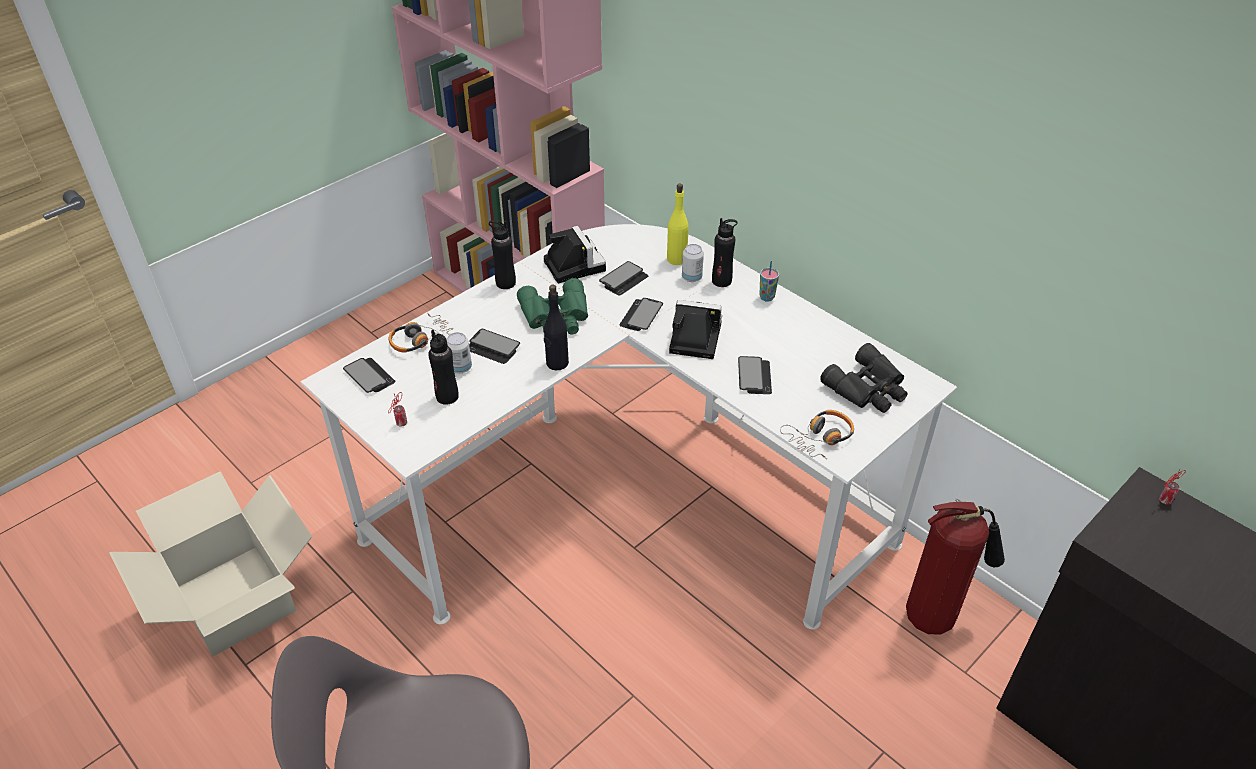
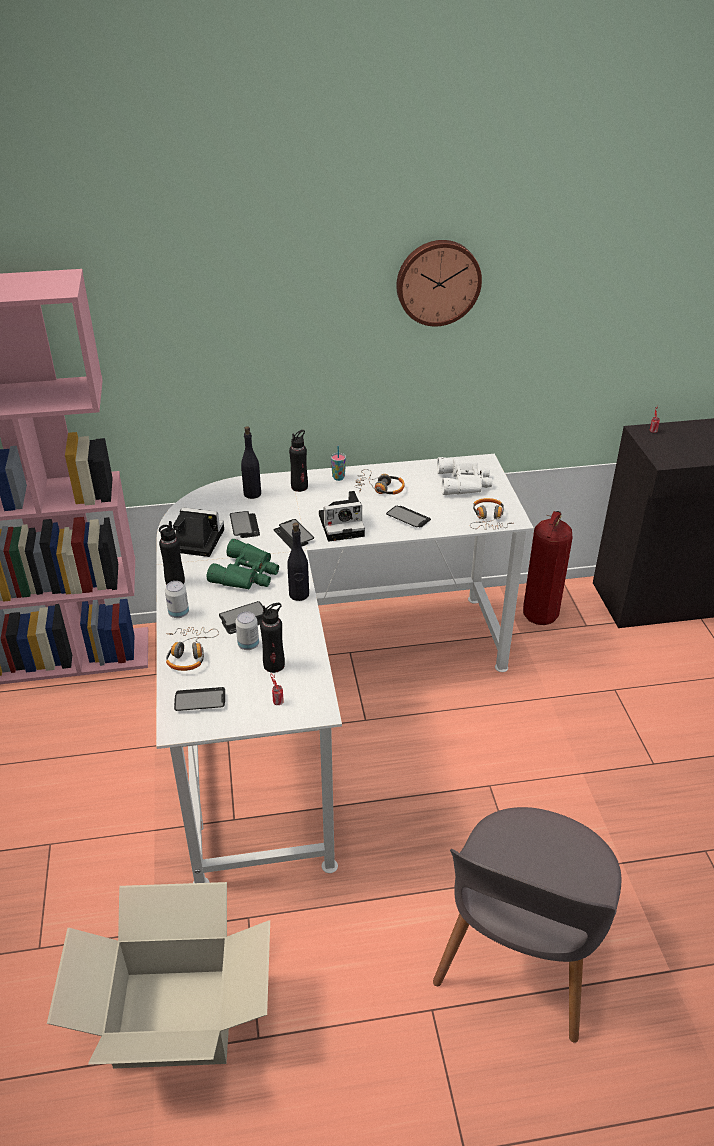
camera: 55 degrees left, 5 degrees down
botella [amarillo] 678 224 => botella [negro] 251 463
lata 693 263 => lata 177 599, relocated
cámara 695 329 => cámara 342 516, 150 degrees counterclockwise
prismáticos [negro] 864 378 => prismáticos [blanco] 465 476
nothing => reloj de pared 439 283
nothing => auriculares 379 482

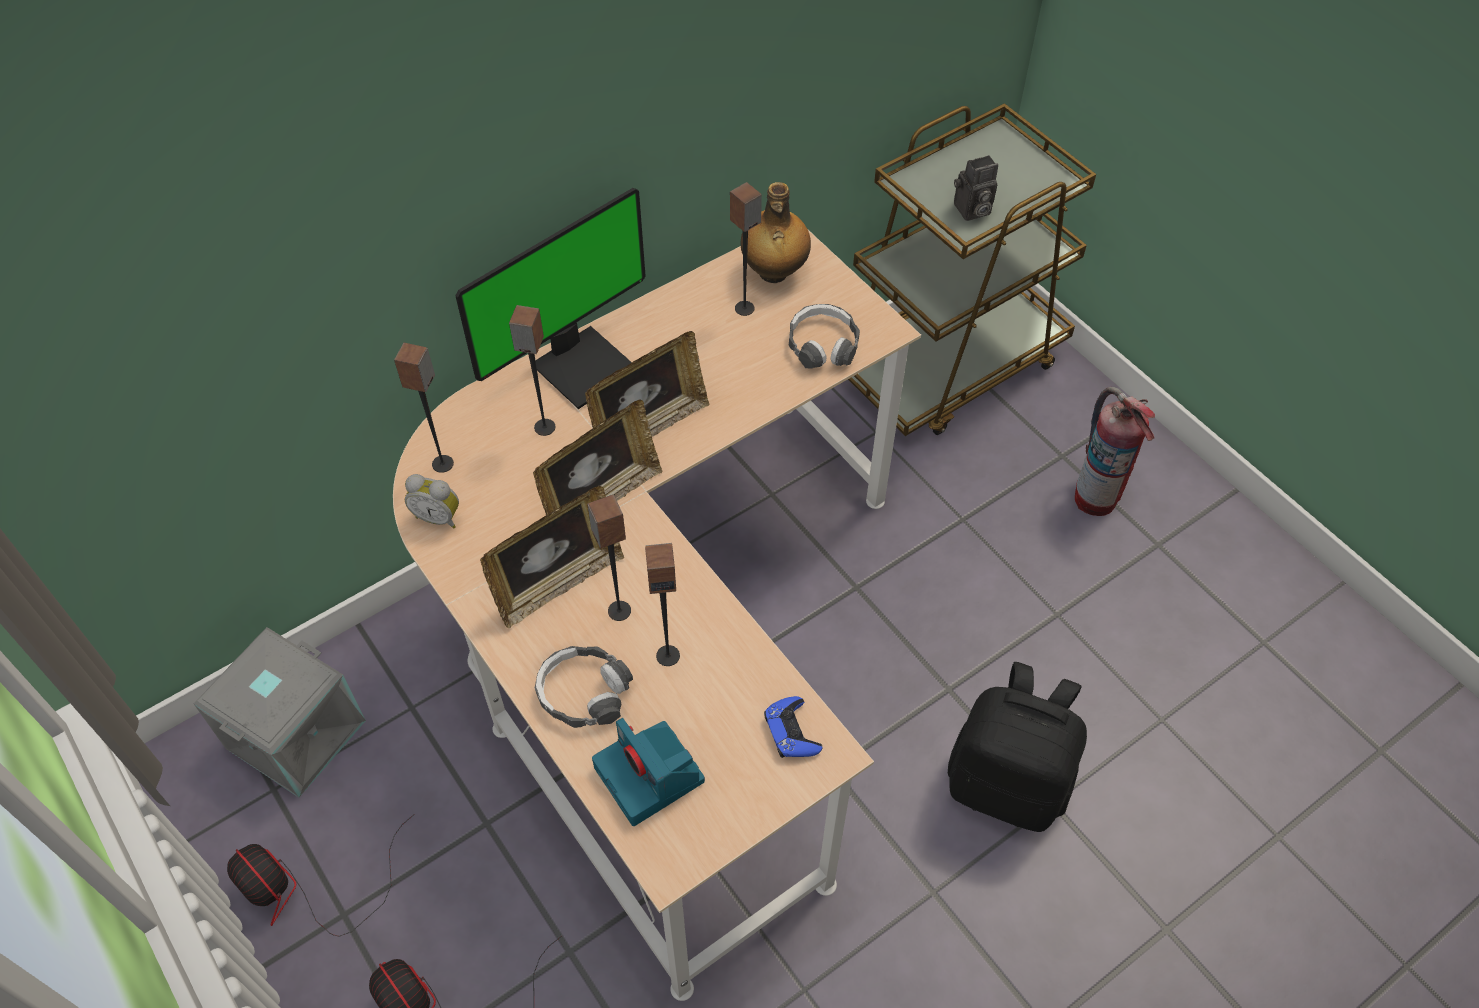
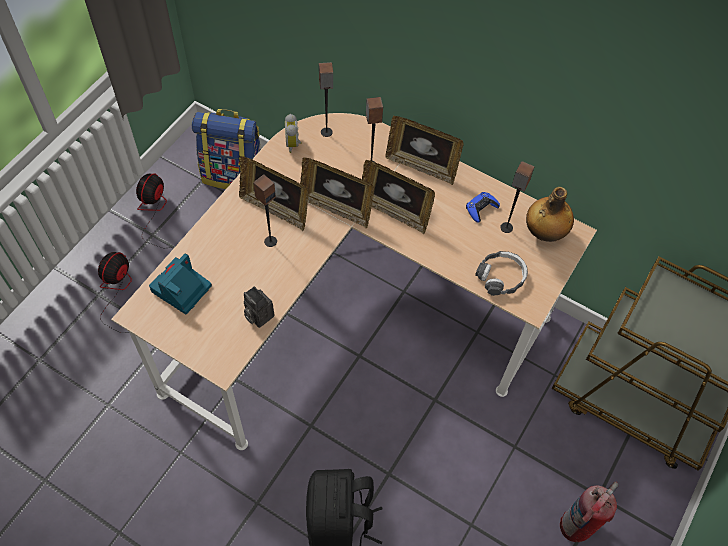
camera: 65 degrees right, 5 degrees up
cámara 976 188 => cámara 259 307, relocated
monitor 550 298 => portarretratos 424 150
altavoz 662 604 => nothing
caja de almacenaje [gris] 280 712 => mochila 226 149
auriculares 584 687 => nothing
mando de consola [azul] 793 727 => mando de consola [azul] 483 207, relocated

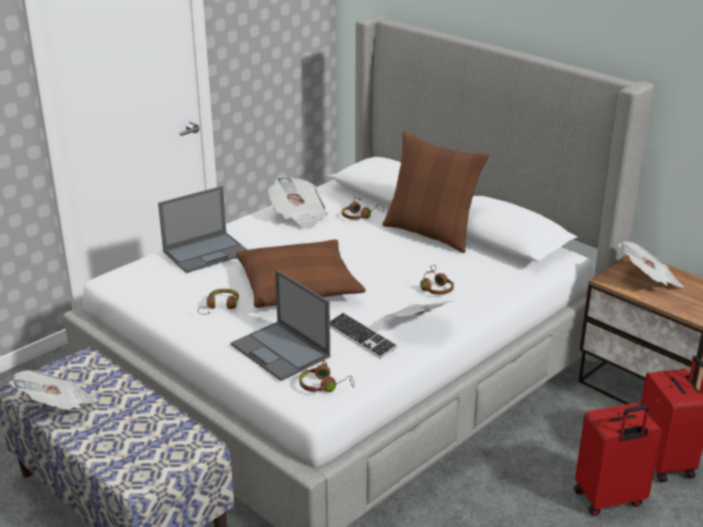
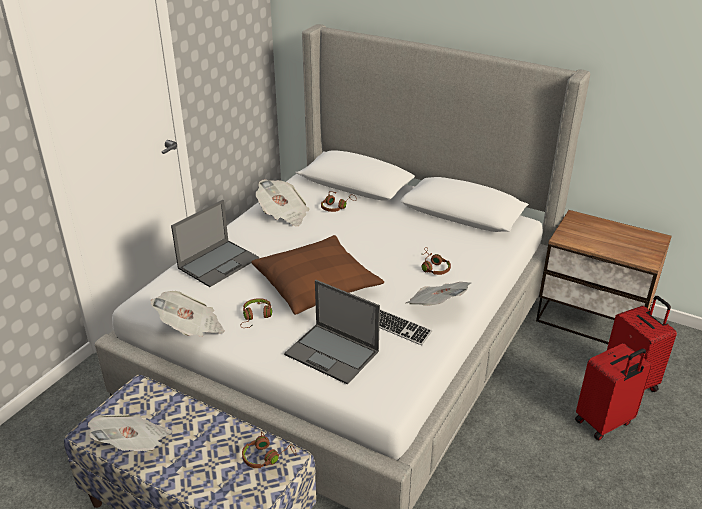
camera: 15 degrees left, 5 degrees up
cojín [marrón] 435 192 => nothing
periódico 651 264 => periódico 187 314, relocated
auriculares [marrón] 326 375 => auriculares [marrón] 269 450, relocated

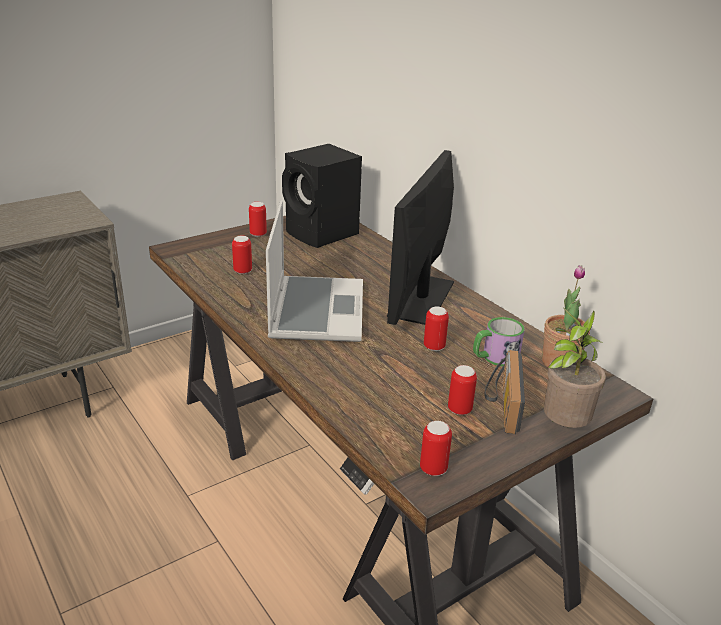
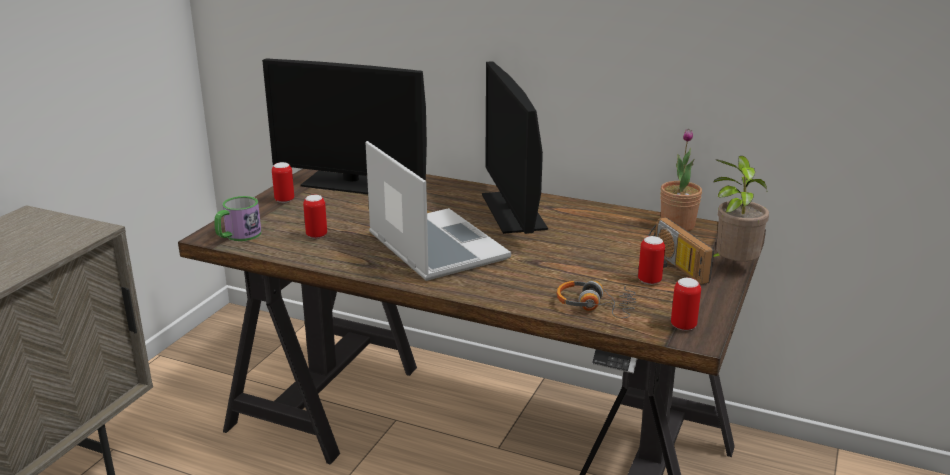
camera: 30 degrees left, 5 degrees down
altavoz [negro] 322 196 => monitor 344 126
lata 436 329 => nothing
taza grande 499 341 => taza grande 238 218, relocated
nothing => auriculares 596 299

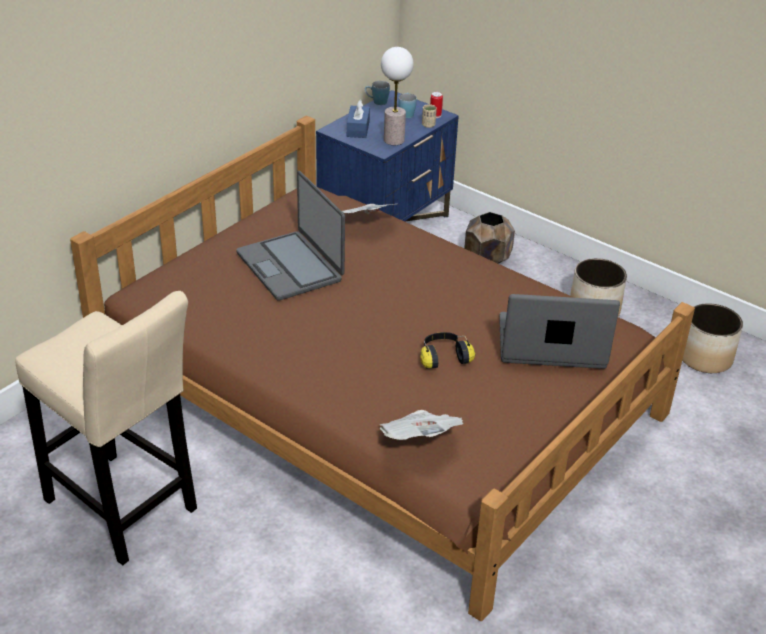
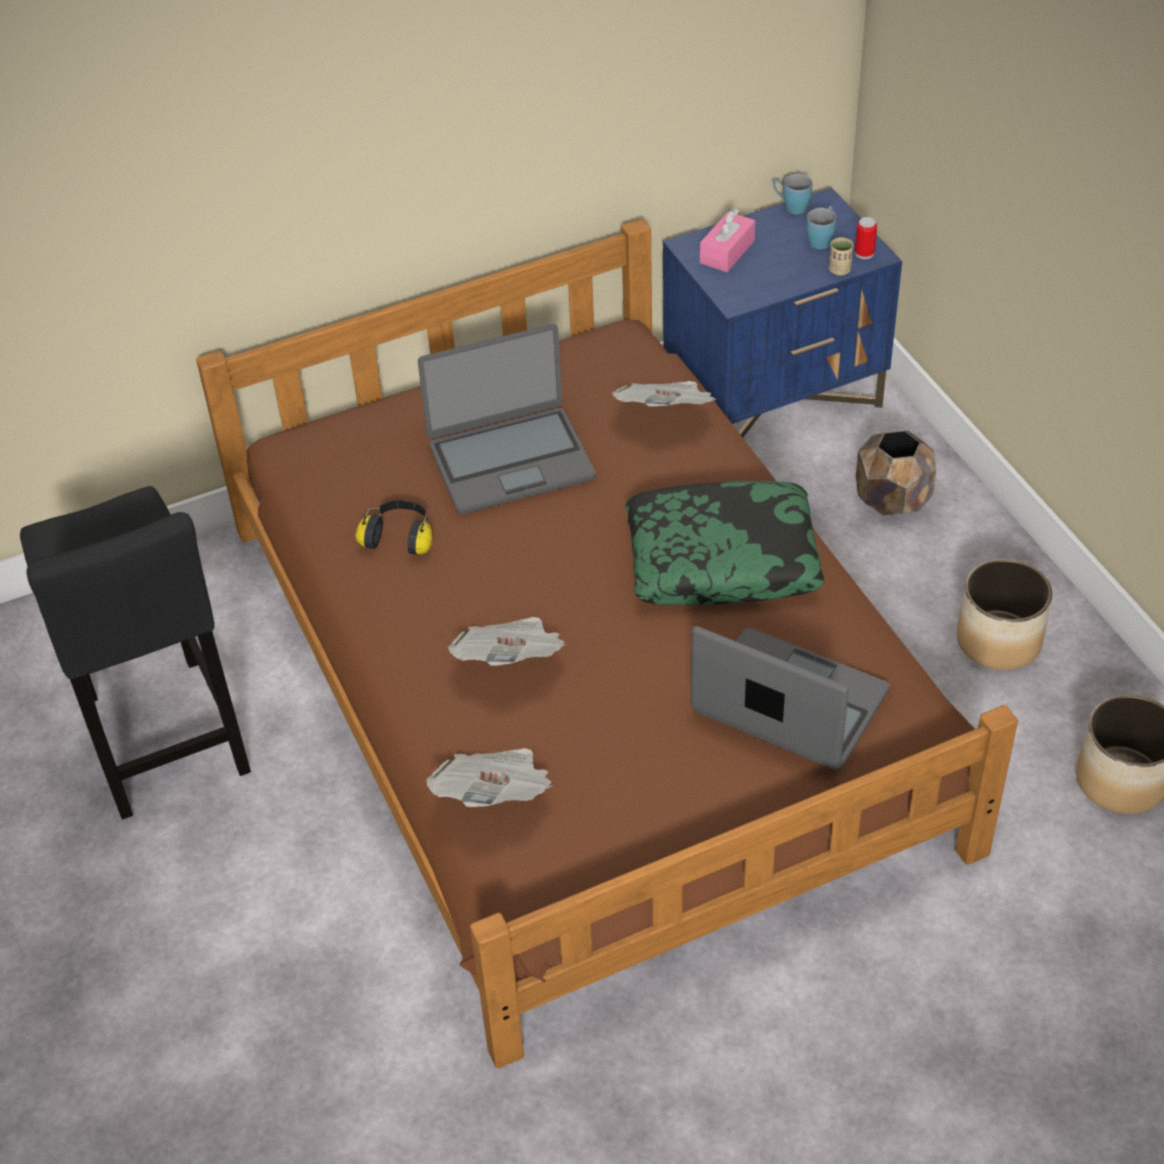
camera: 30 degrees right, 10 degrees up
lámpara de mesa 397 96 => nothing
caja de pañuelos [azul] 358 119 => caja de pañuelos [rosa] 727 240
portátil 290 236 => portátil 507 419, 105 degrees counterclockwise
taburete [beis] 106 428 => taburete [negro] 135 652
auriculares 447 350 => auriculares 394 527, relocated
nothing => cojín 724 543
nothing => periódico 507 641

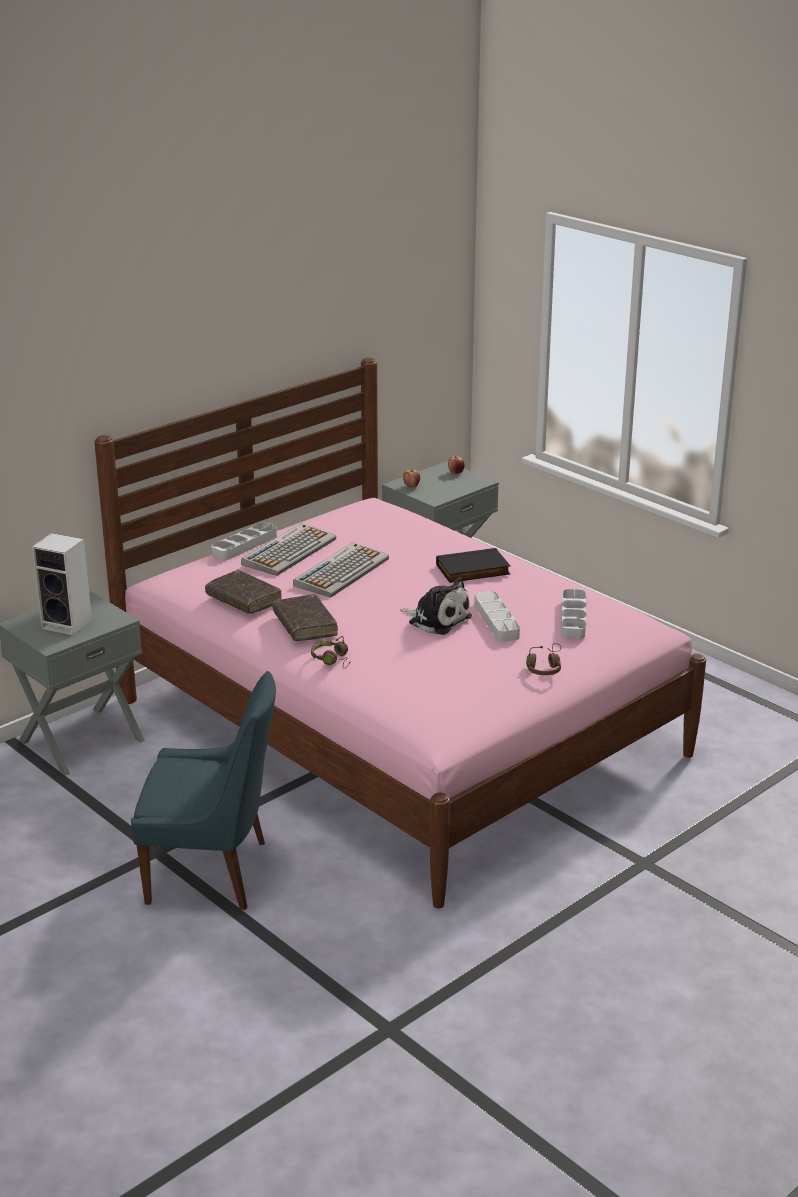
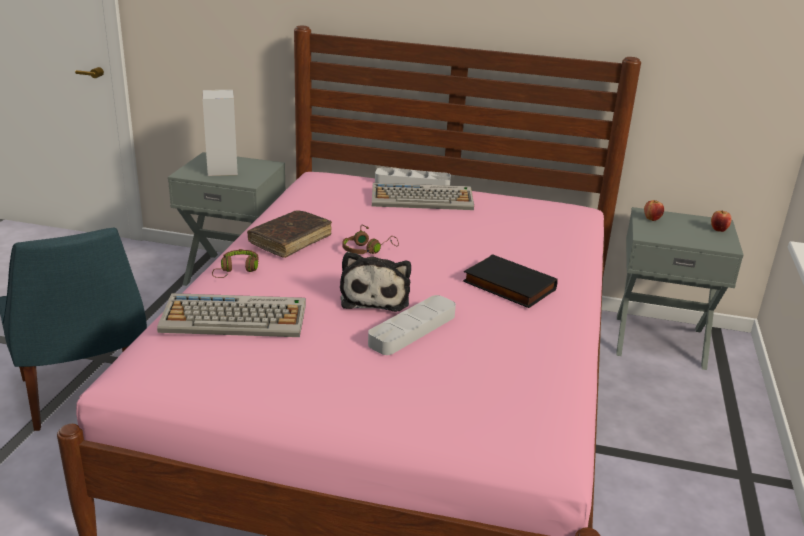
camera: 55 degrees right, 0 degrees up
teclado 341 570 => teclado 231 315, relocated
libro [marrón] 243 592 => nothing
bandeja [gris] 573 614 => nothing
auriculares [marrón] 543 659 => auriculares [marrón] 370 239, relocated

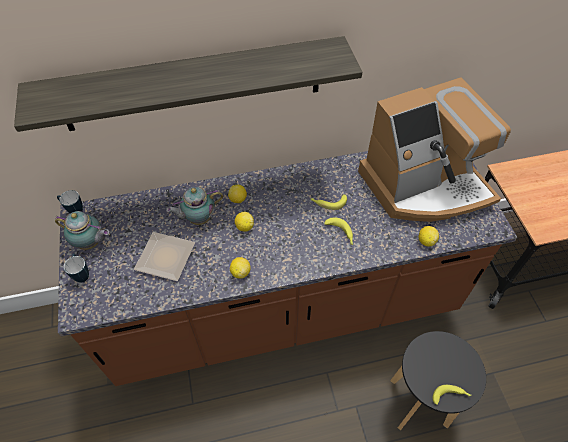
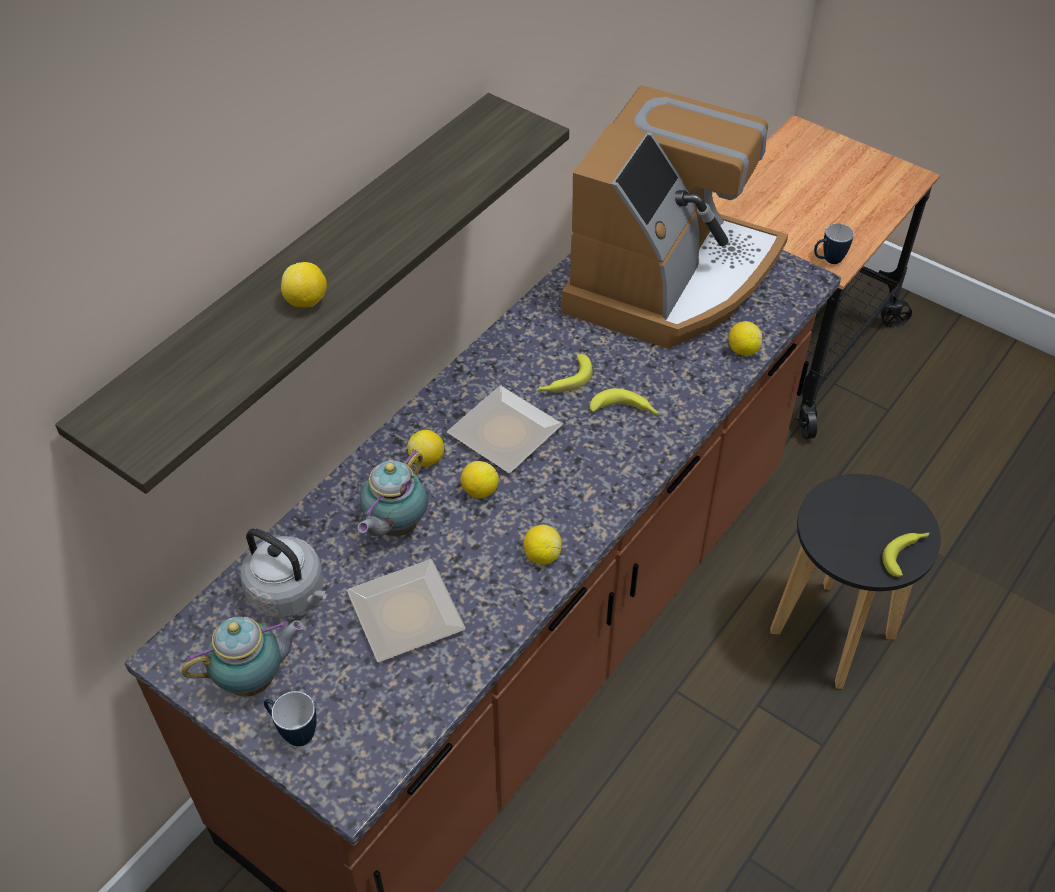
camera: 40 degrees left, 5 degrees down
taza grande 70 201 => taza grande 834 243, relocated
nothing => limón 304 285
nothing => plato 504 429
nothing => hervidor [gris] 284 573

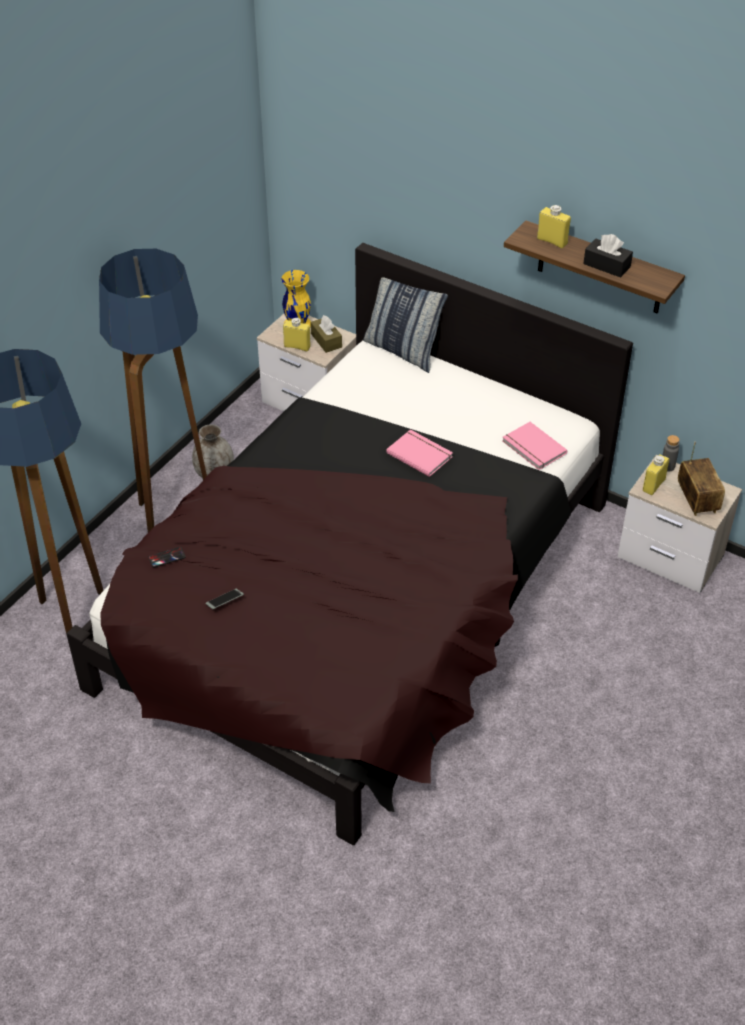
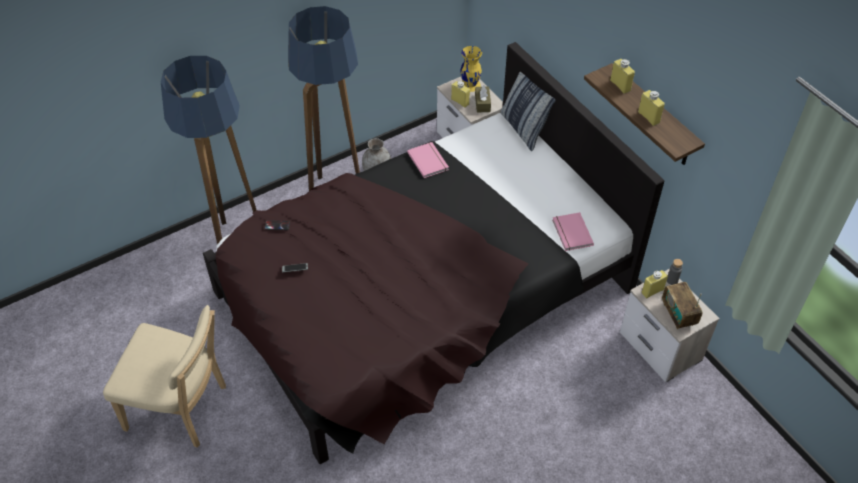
camera: 25 degrees right, 5 degrees up
caja de pañuelos [negro] 608 256 => botella [amarillo] 651 108
libro [rosa] 419 453 => libro [rosa] 428 160, relocated
radio 701 479 => radio 682 305, 150 degrees clockwise
nothing => silla [beis] 164 376

